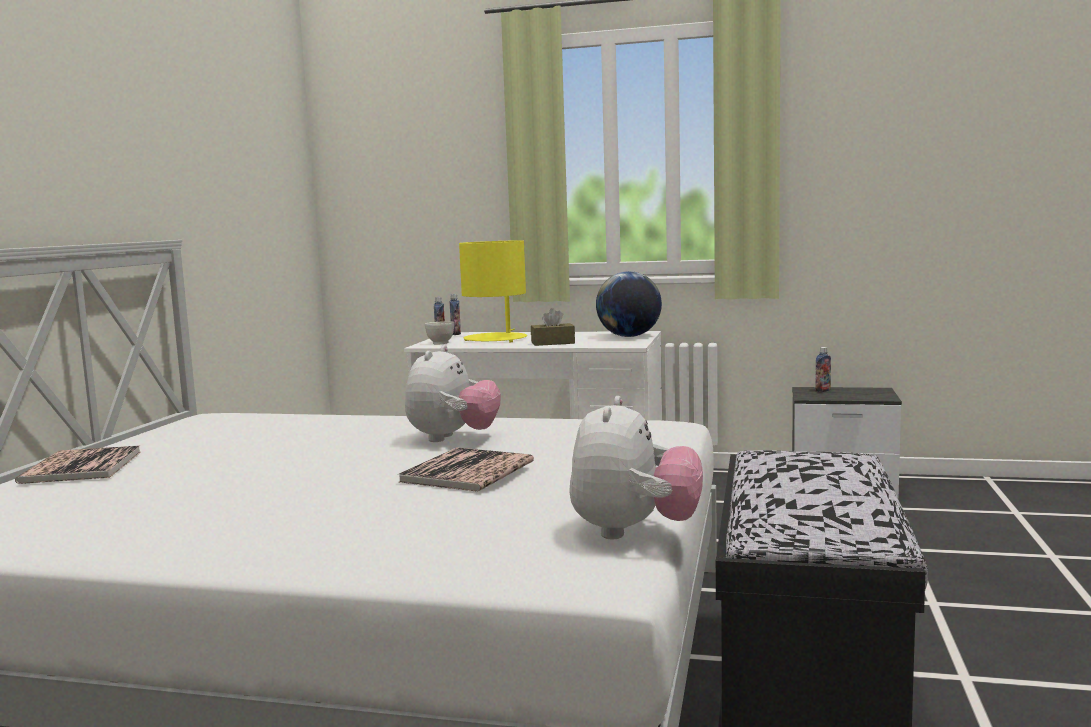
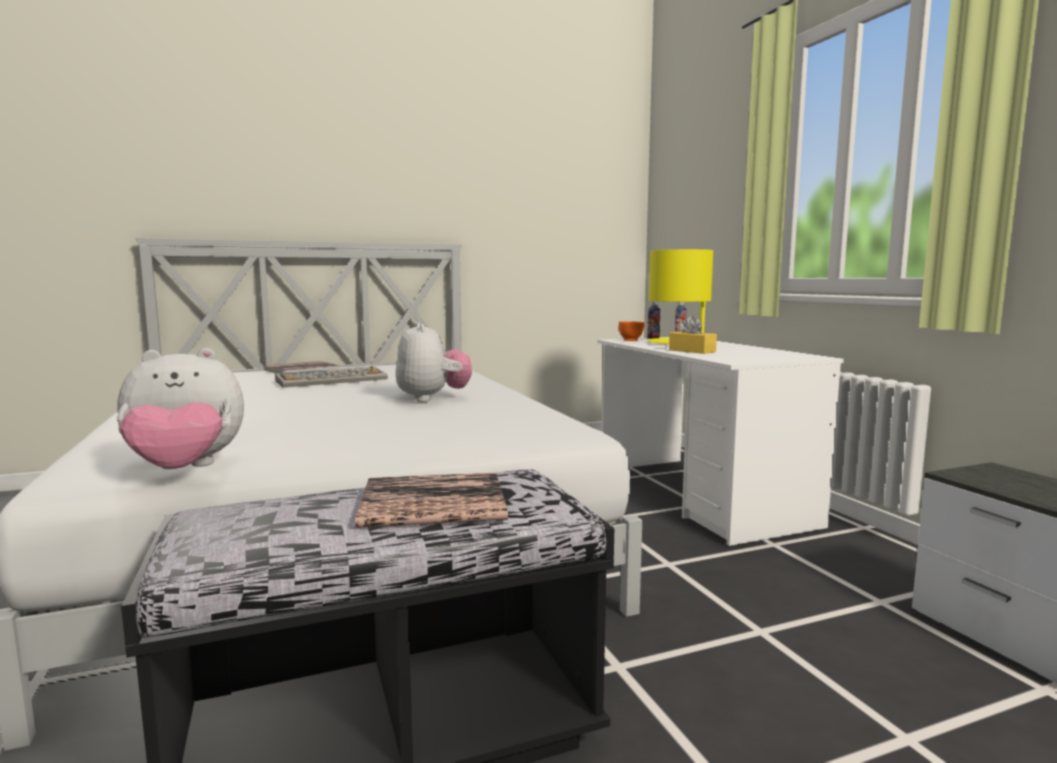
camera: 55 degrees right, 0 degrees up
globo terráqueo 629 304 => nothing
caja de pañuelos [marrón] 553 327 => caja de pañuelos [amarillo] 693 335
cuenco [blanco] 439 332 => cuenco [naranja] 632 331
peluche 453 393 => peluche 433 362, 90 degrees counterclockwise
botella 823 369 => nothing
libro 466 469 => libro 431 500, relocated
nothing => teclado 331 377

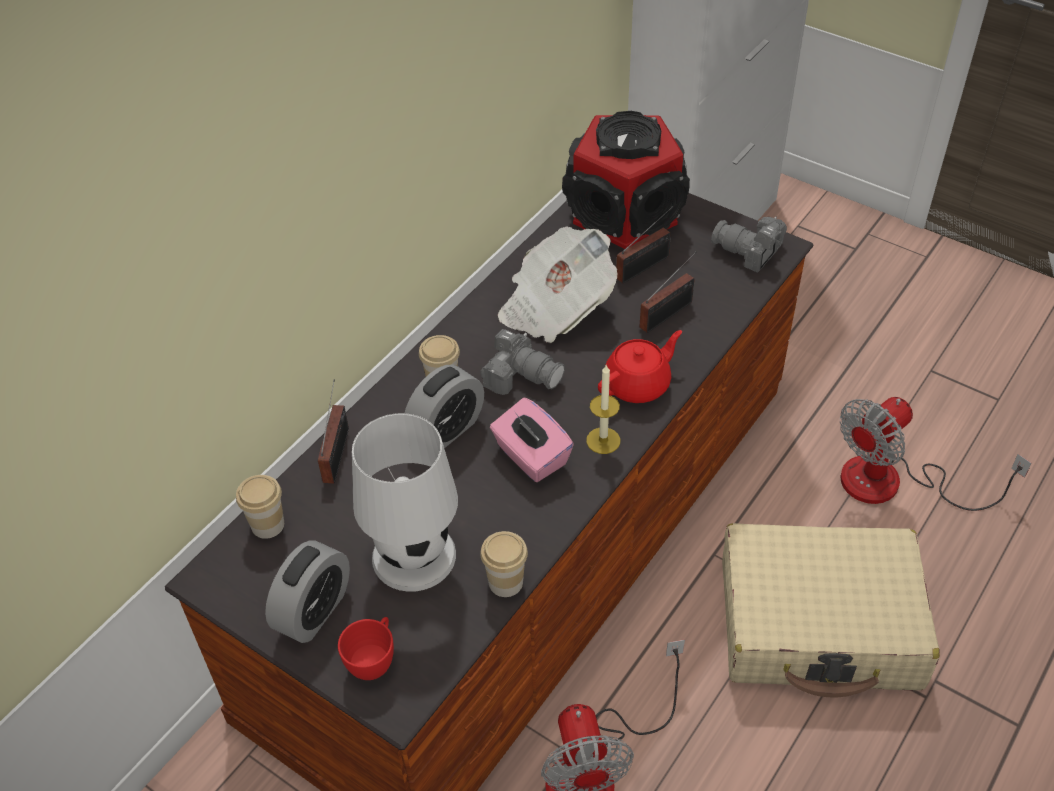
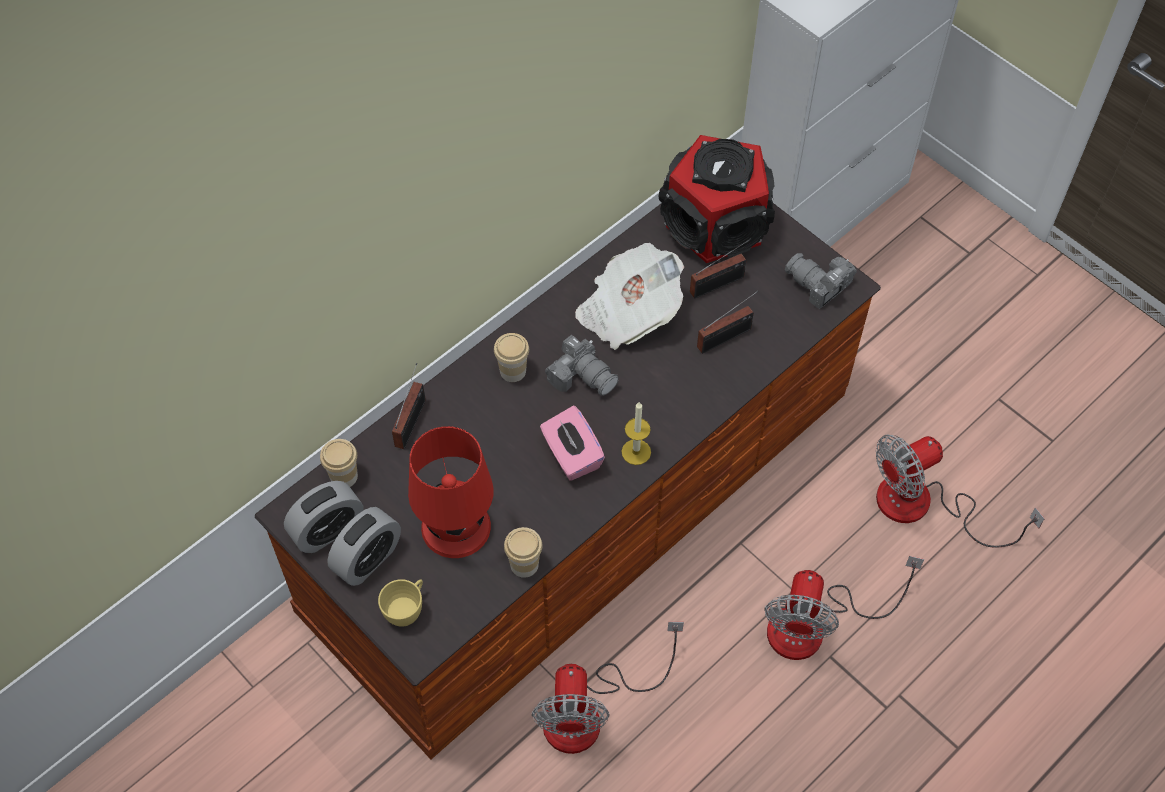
camera: 10 degrees right, 10 degrees up
tetera [rojo] 640 366 => nothing
despertador 444 406 => despertador 323 517, relocated
lámpara de mesa [blanco] 405 502 => lámpara de mesa [rojo] 451 492
maleta [beis] 831 610 => ventilador 844 608
taza [rojo] 366 648 => taza [amarillo] 400 603

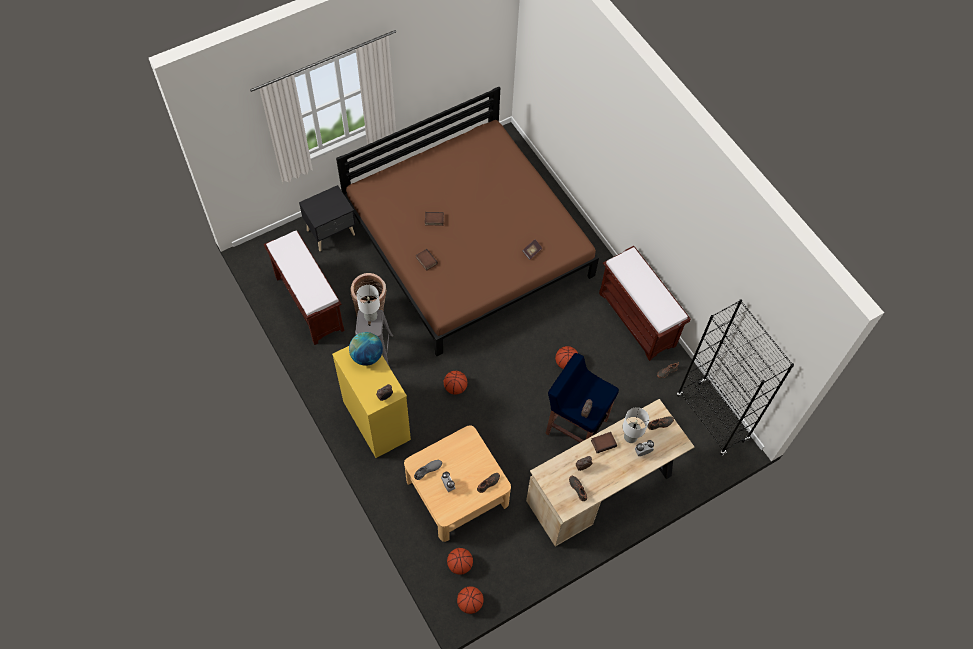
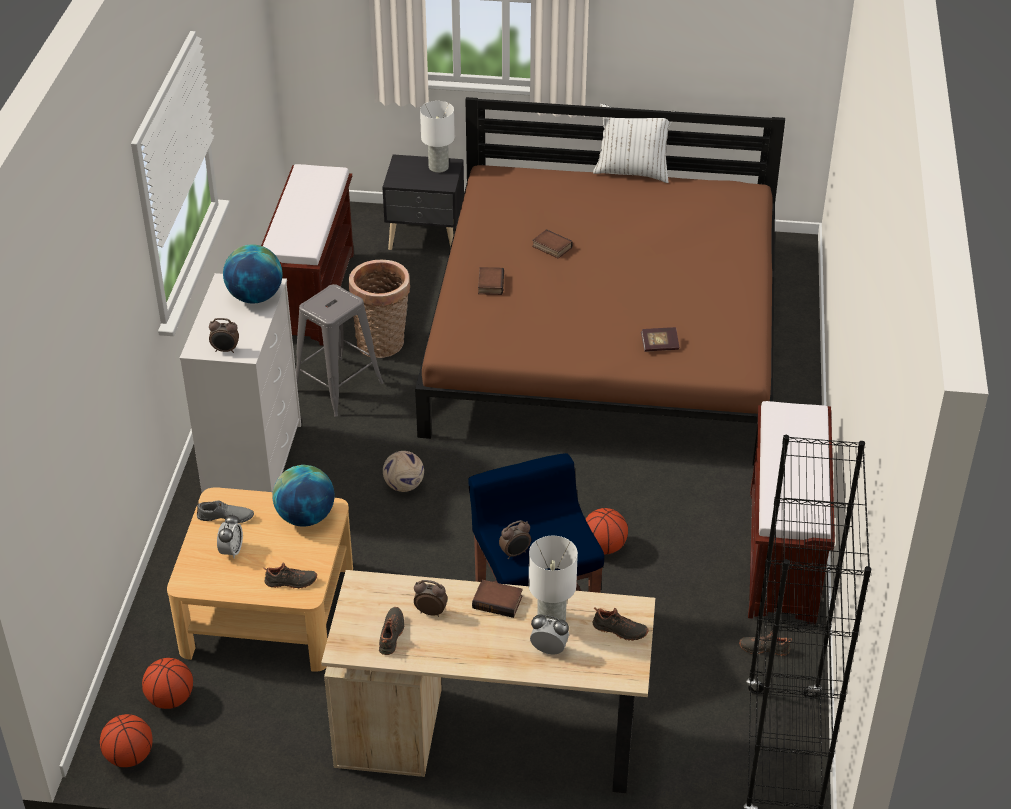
camera: 40 degrees right, 20 degrees down
lámpara de mesa [blanco] 368 303 => lámpara de mesa [blanco] 437 137, relocated
cómoda [amarillo] 371 402 => cómoda [blanco] 240 383
balón de baloncesto 456 383 => balón de fútbol 403 471
nothing => cojín [blanco] 634 143
nothing => globo terráqueo 303 496

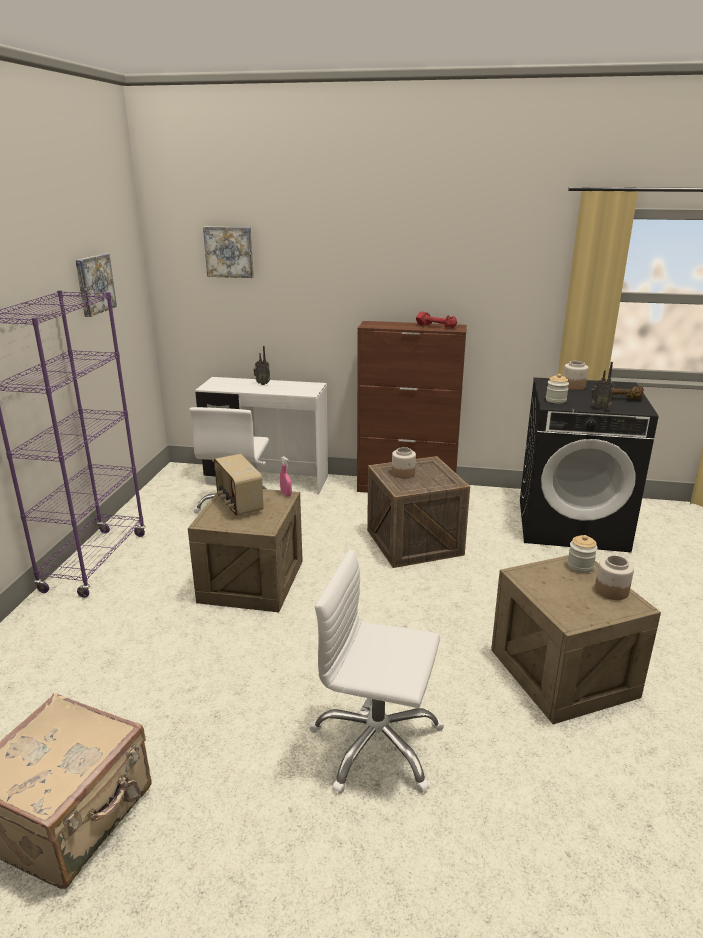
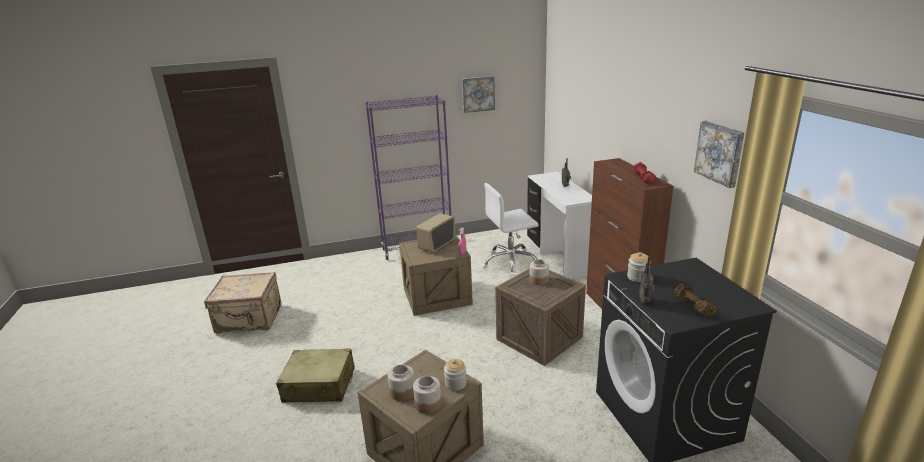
camera: 65 degrees right, 0 degrees up
cuadro 228 252 => cuadro 719 154, relocated
tarro 575 375 => tarro 401 382, relocated
silla de oficina [blanco] 377 672 => maleta [beis] 315 375

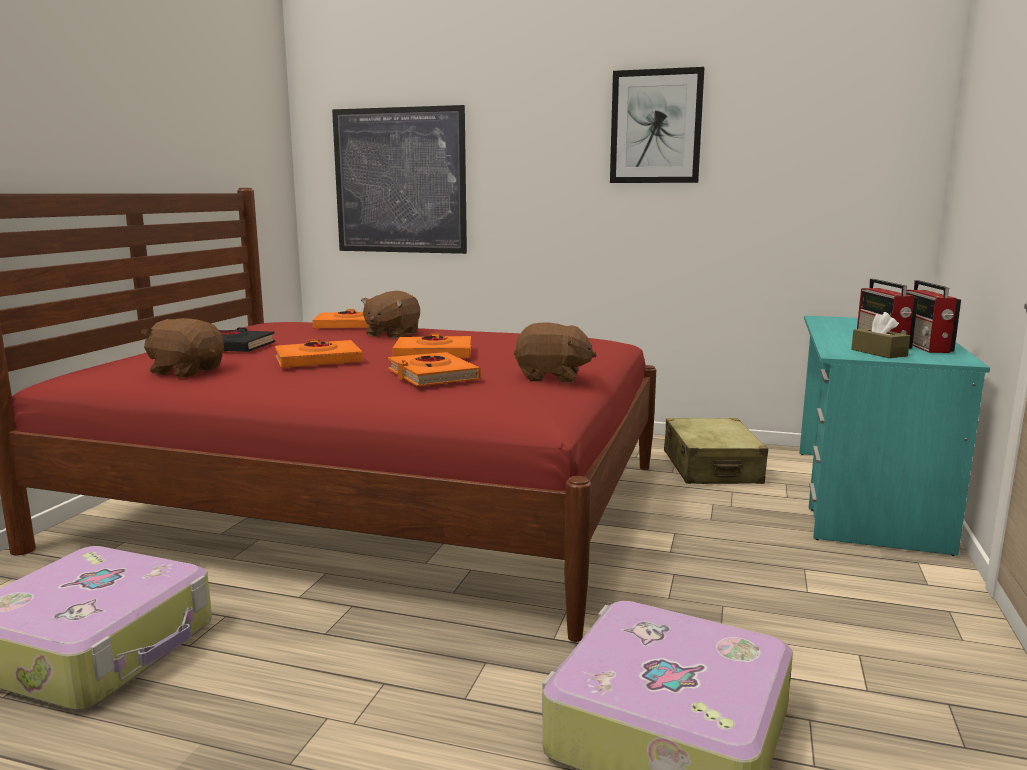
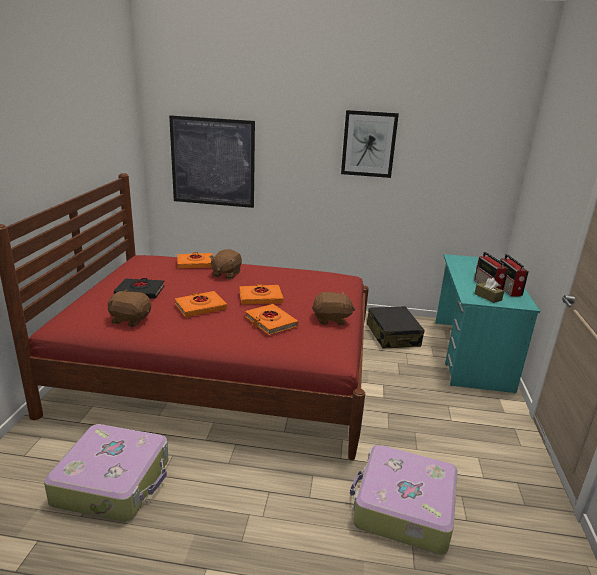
camera: 10 degrees left, 10 degrees up
maleta [beis] 716 451 => maleta [negro] 395 327

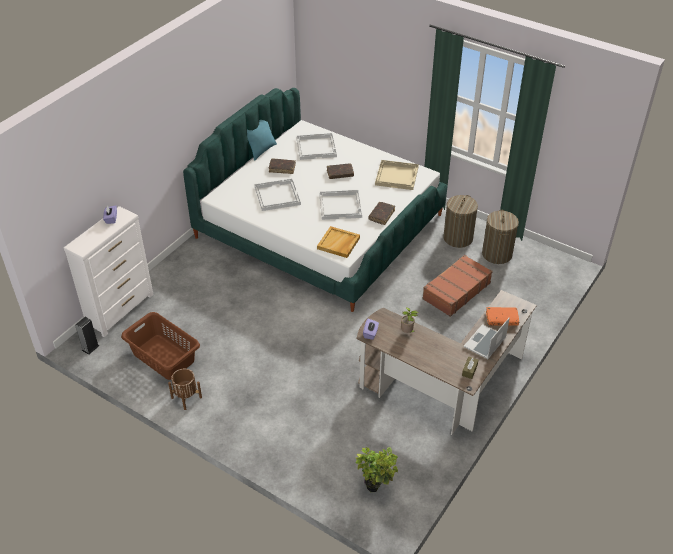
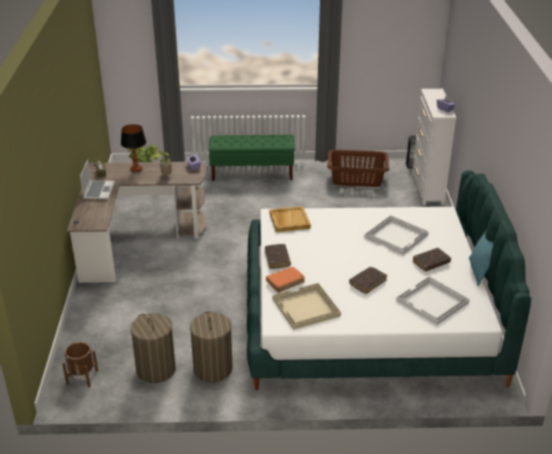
camera: 145 degrees right, 10 degrees down
bandeja [blanco] 340 205 => nothing
maleta [marrón] 457 286 => nothing
libro [naranja] 502 316 => libro [naranja] 285 280, relocated
maceta [marrón] 185 389 => maceta [marrón] 80 364, relocated
nothing => lámpara de mesa 133 148
nothing => banco [verde] 252 158

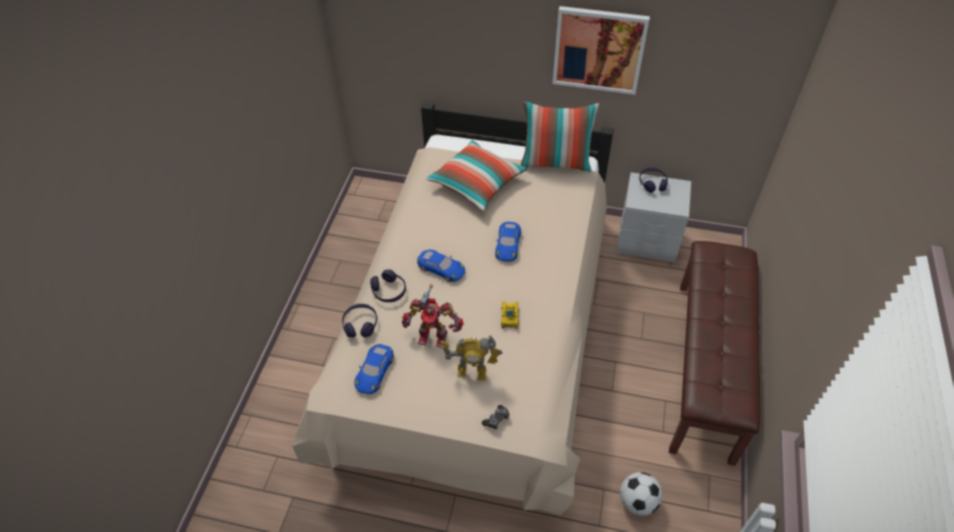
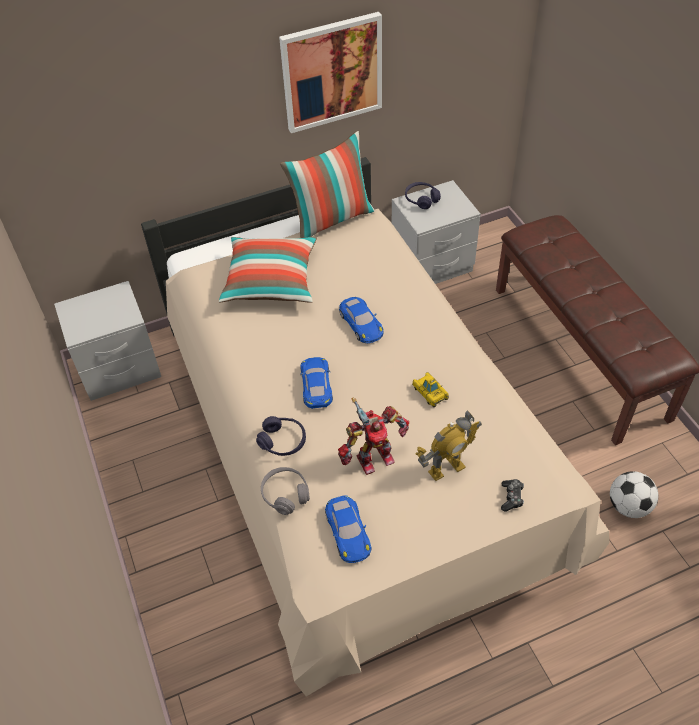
camera: 35 degrees left, 0 degrees up
coche de juguete [azul] 441 265 => coche de juguete [azul] 316 383, 90 degrees counterclockwise
auriculares [morado] 359 321 => auriculares [gris] 285 491
nothing => mesita de noche [gris] 107 341

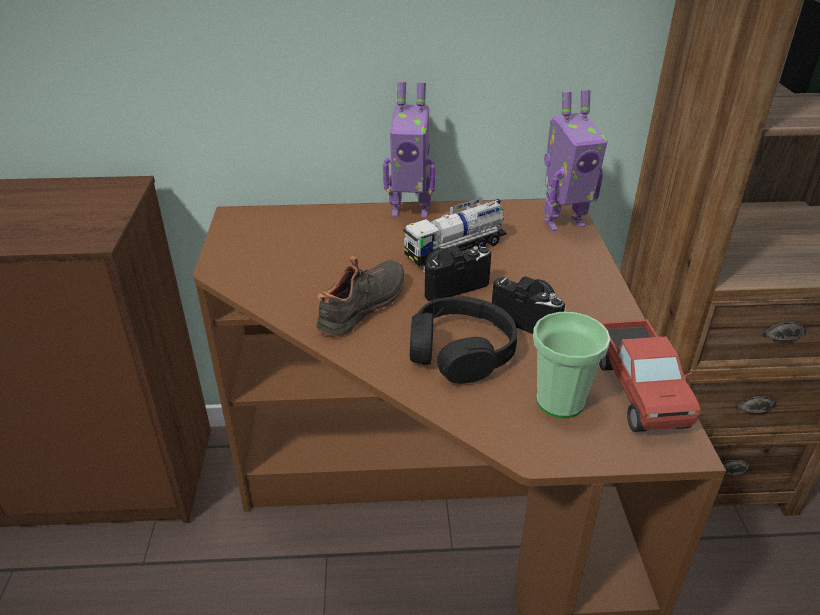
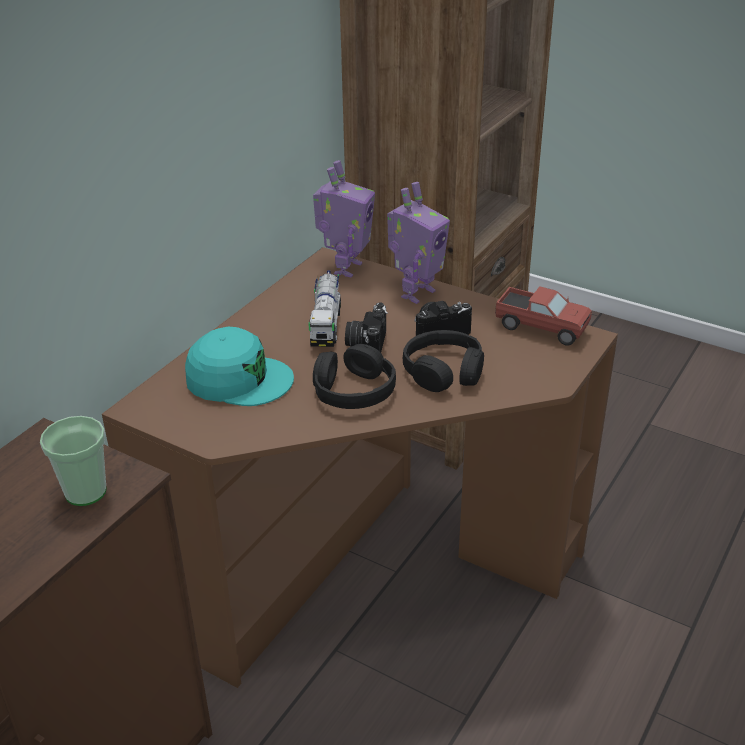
camera: 55 degrees left, 0 degrees up
robot de juguete 409 150 => robot de juguete 418 243, relocated
zapato [negro] 360 296 => auriculares [negro] 354 376
taza 571 365 => taza 73 461, relocated
nothing => gorra [turquesa] 239 366

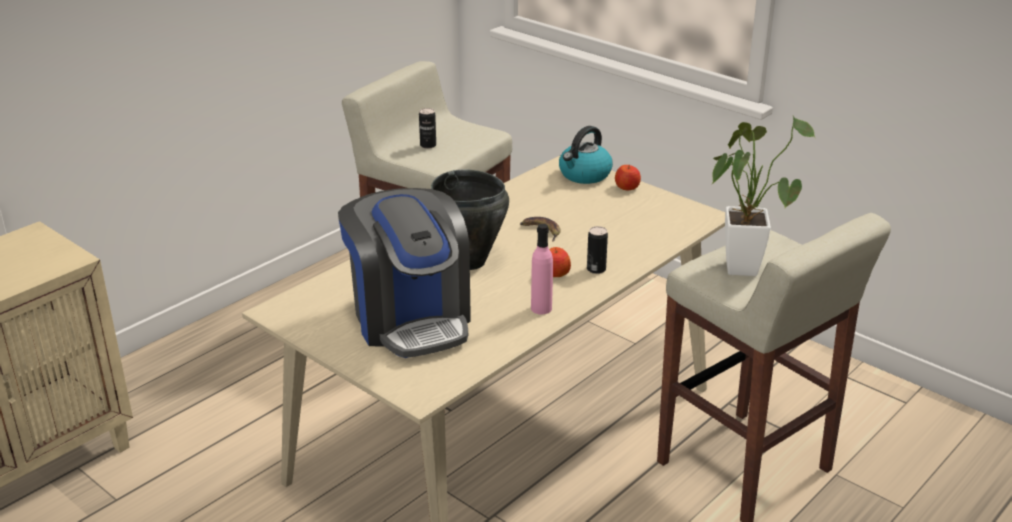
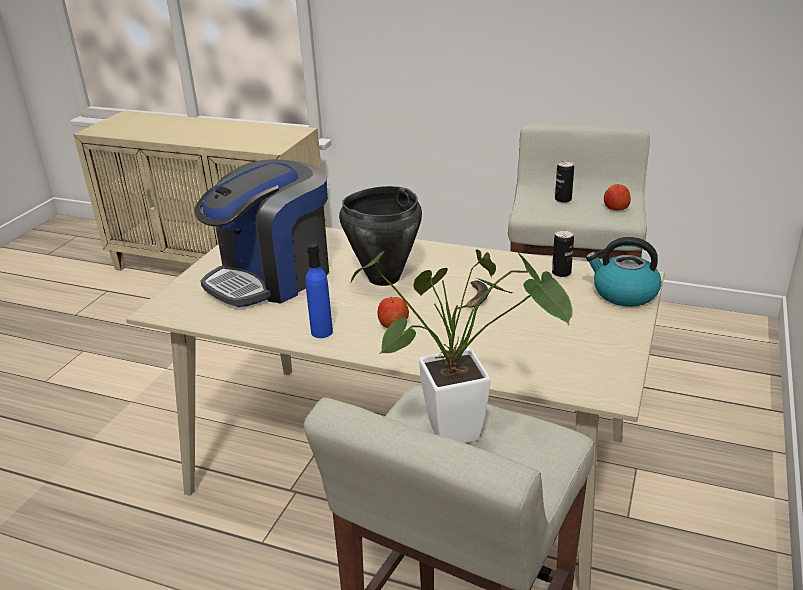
camera: 70 degrees right, 0 degrees up
manzana 628 177 => manzana 617 197, relocated
botella [rosa] 542 269 => botella [azul] 319 290
lata 597 250 => lata 563 253, relocated

